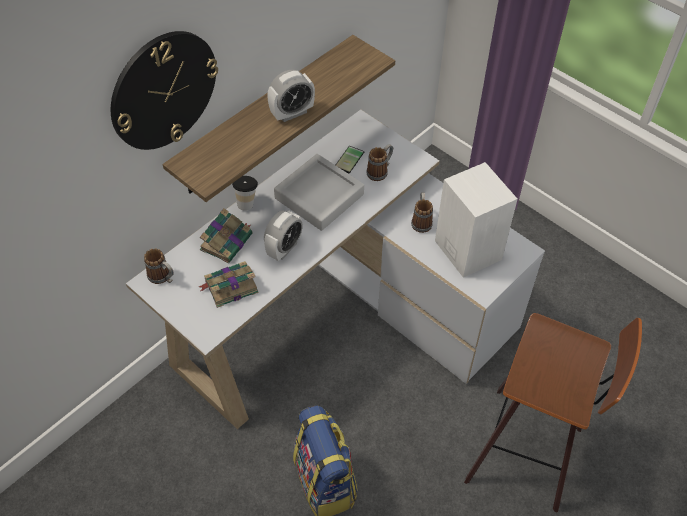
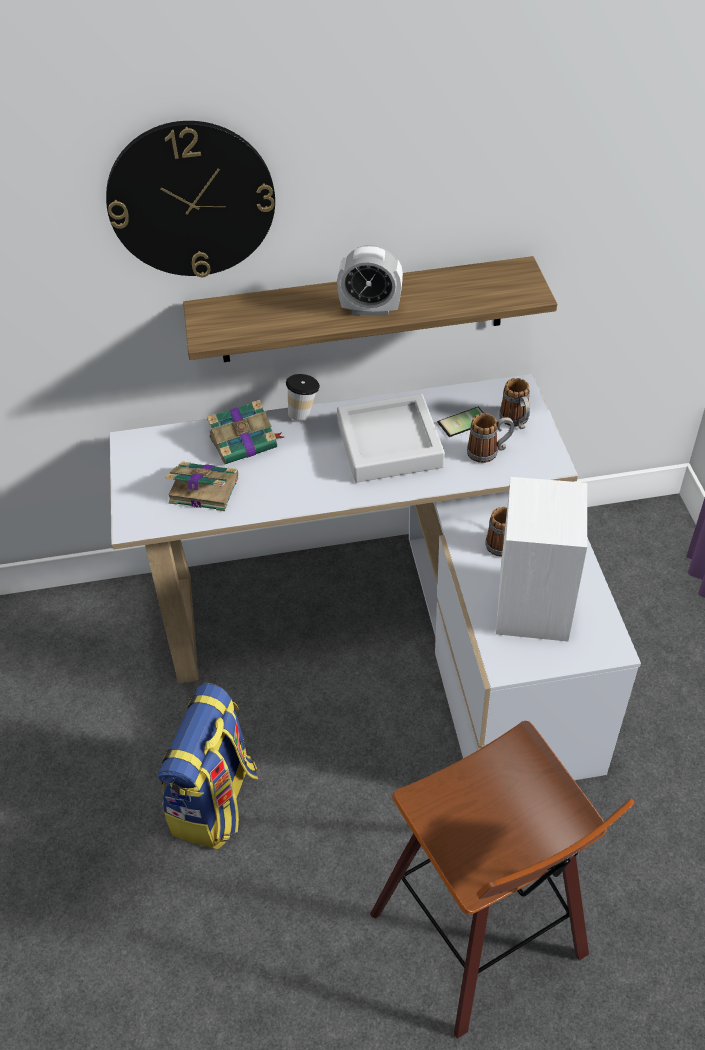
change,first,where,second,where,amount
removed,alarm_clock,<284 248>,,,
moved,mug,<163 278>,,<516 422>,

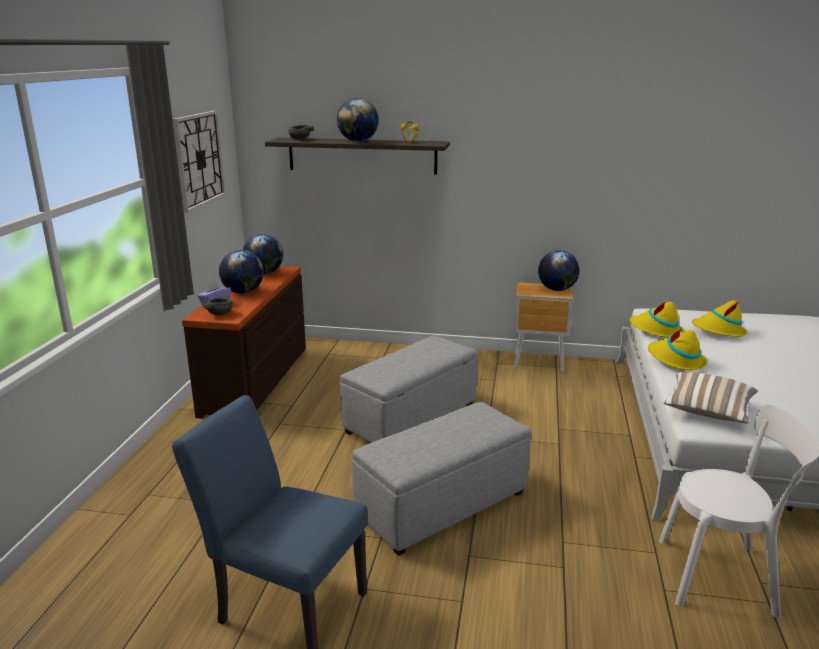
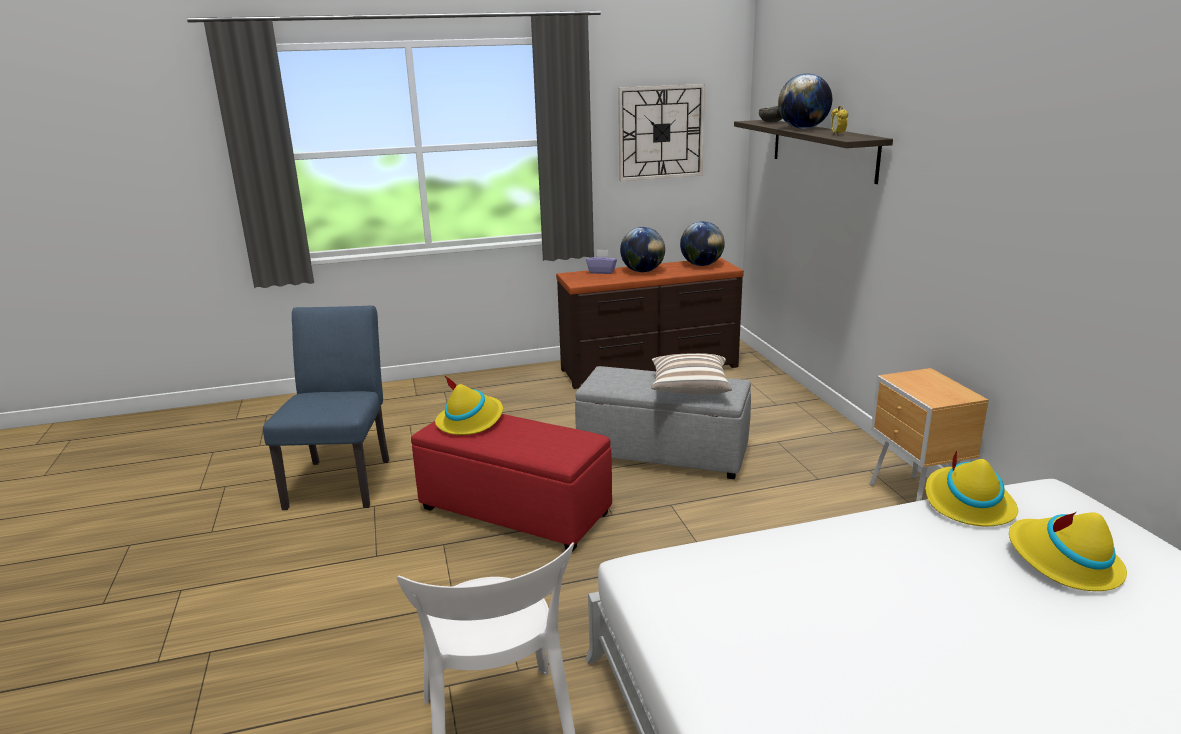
change,first,where,second,where,amount
removed,globe,<557 289>,,,
removed,grey_bowl,<219 314>,,,
moved,yellow_hat,<675 360>,,<470 421>,
moved,pillow,<708 411>,,<689 388>,
recoloured,grey_ottoman,<443 505>,red_ottoman,<516 511>,

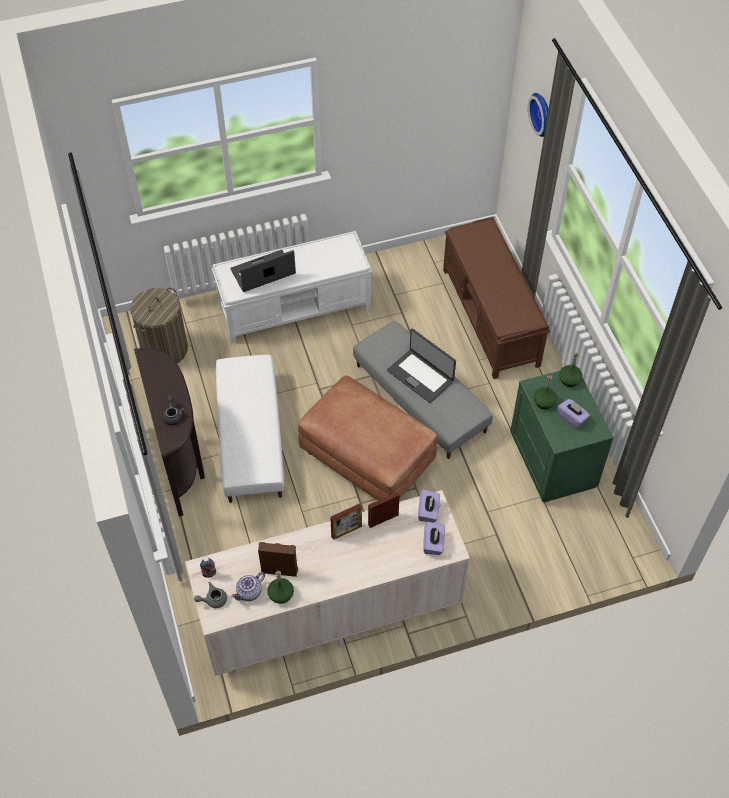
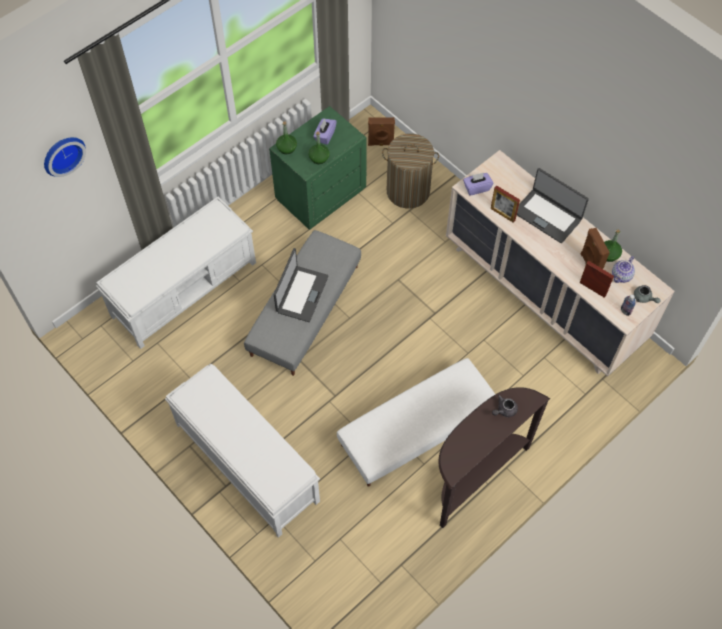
change,first,where,second,where,amount
recoloured,brown_bench,<491 318>,white_bench,<185 288>,
moved,laptop,<263 272>,,<547 215>,
moved,laundry_basket,<164 349>,,<408 191>,
removed,brown_ottoman,<366 463>,,,
moved,picture_frame,<346 531>,,<592 288>,
removed,purple_tissue_box,<433 543>,,,
turned,teapot,<249 593>,,<621 276>,105 degrees clockwise
added,,,brown_speaker,<381 144>,

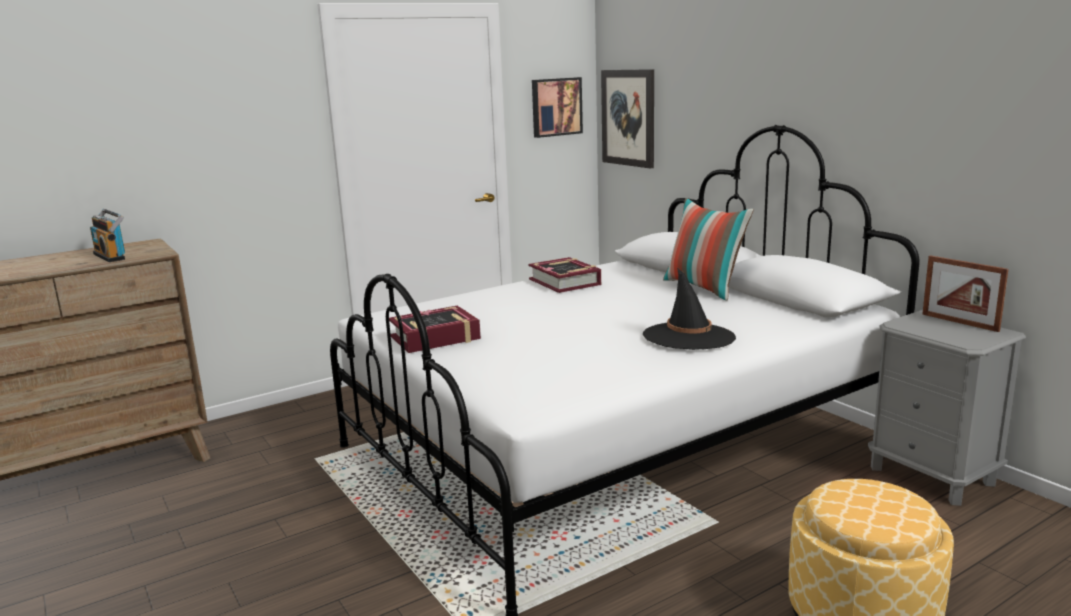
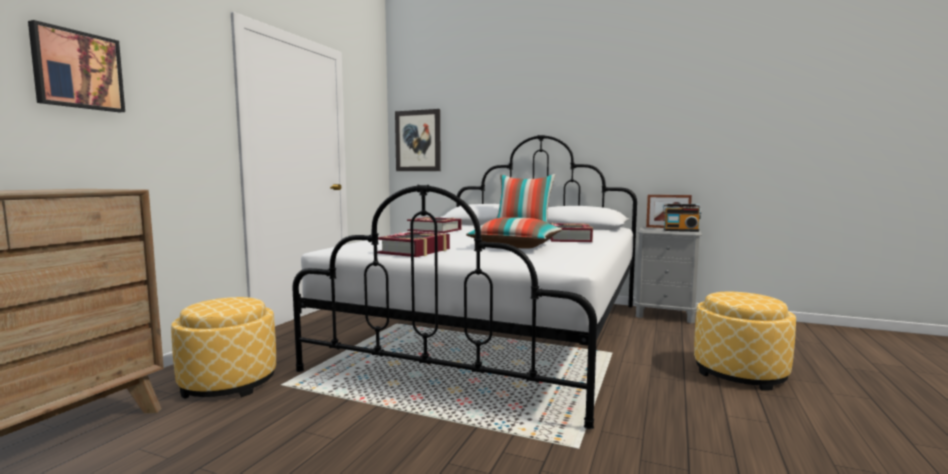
change,first,where,second,where,amount
moved,picture,<555 107>,,<77 70>,
moved,radio,<112 256>,,<680 230>,
replaced,black_hat,<688 337>,book,<570 239>,
added,,,pillow,<515 246>,
added,,,ottoman,<229 382>,

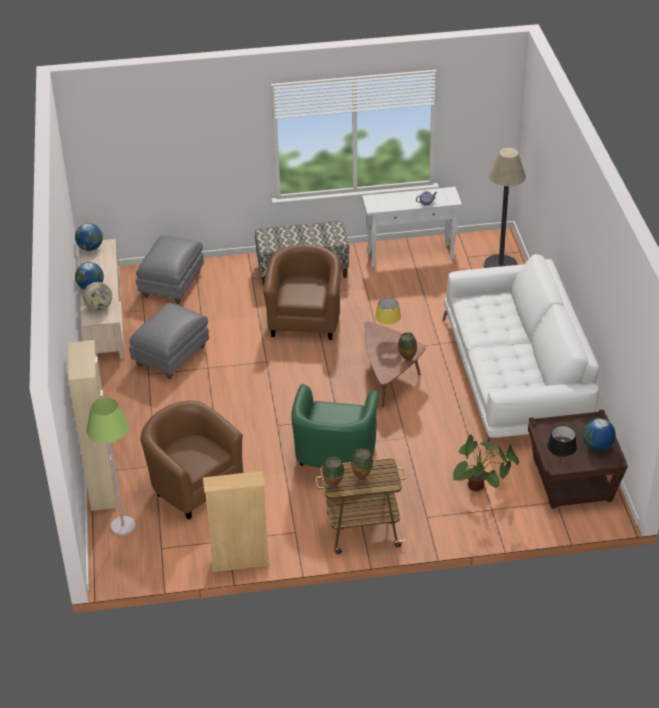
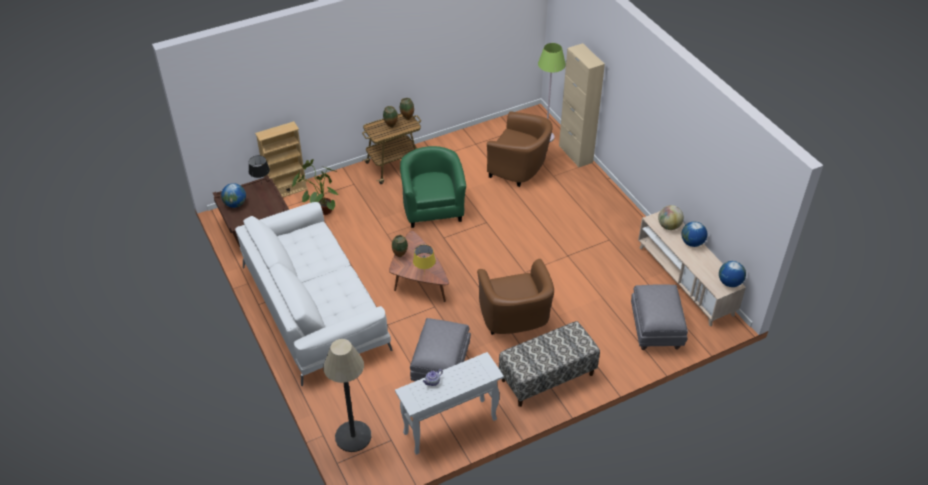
change,first,where,second,where,amount
moved,grey_ottoman,<171 356>,,<441 367>,
moved,beige_bookcase,<240 562>,,<287 191>,

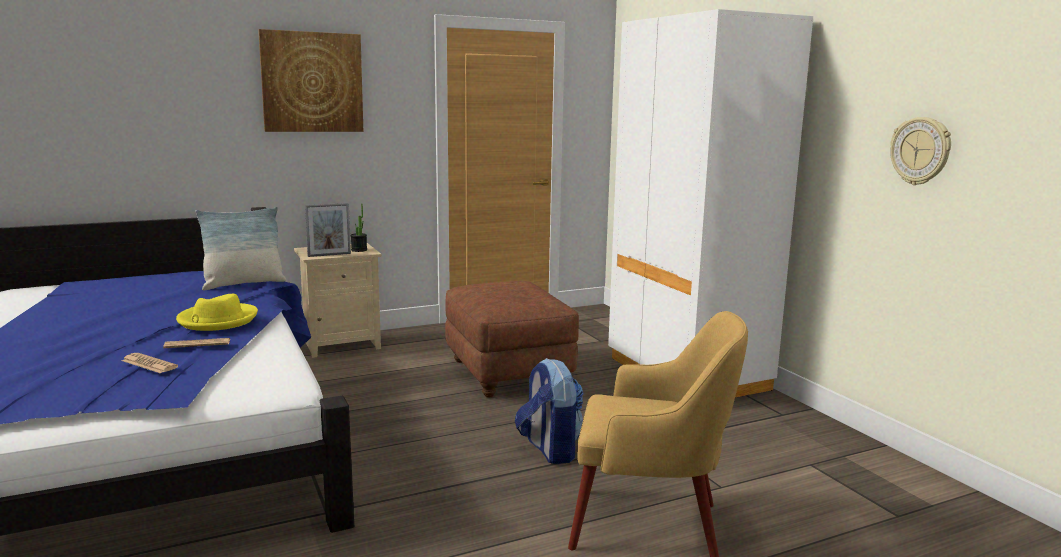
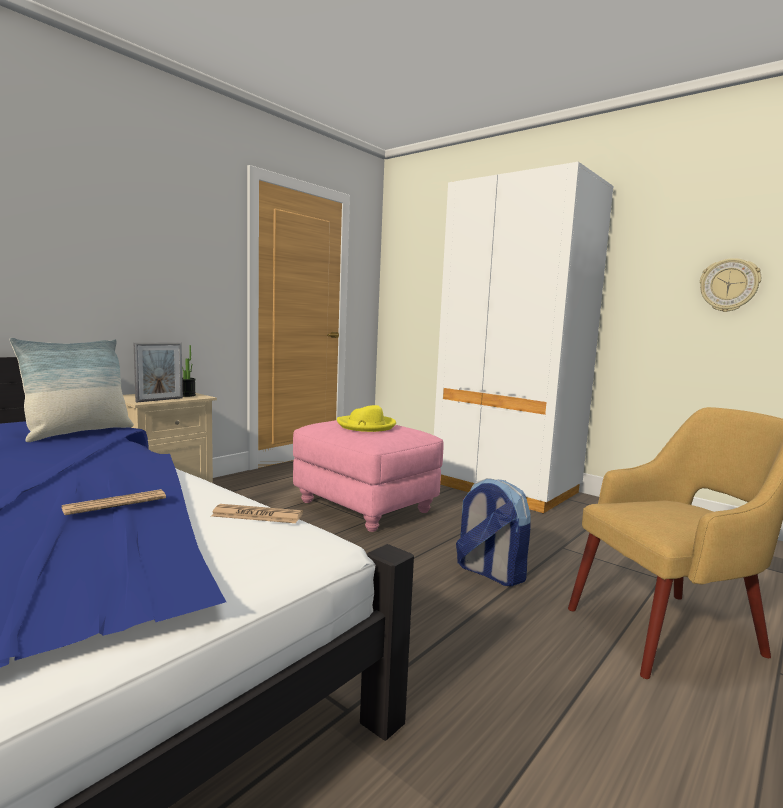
change,first,where,second,where,amount
removed,picture,<312 82>,,,
recoloured,brown_ottoman,<508 373>,pink_ottoman,<364 506>,
moved,yellow_hat,<217 320>,,<366 426>,
moved,newspaper,<149 364>,,<257 515>,

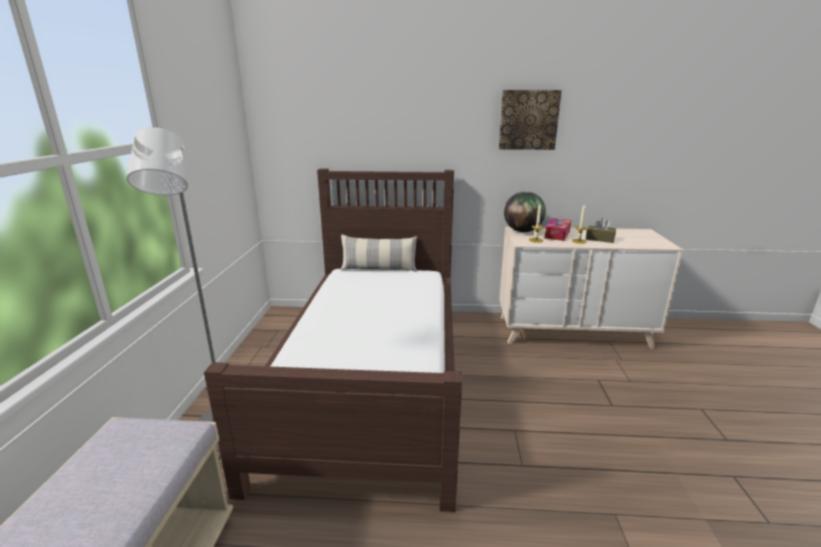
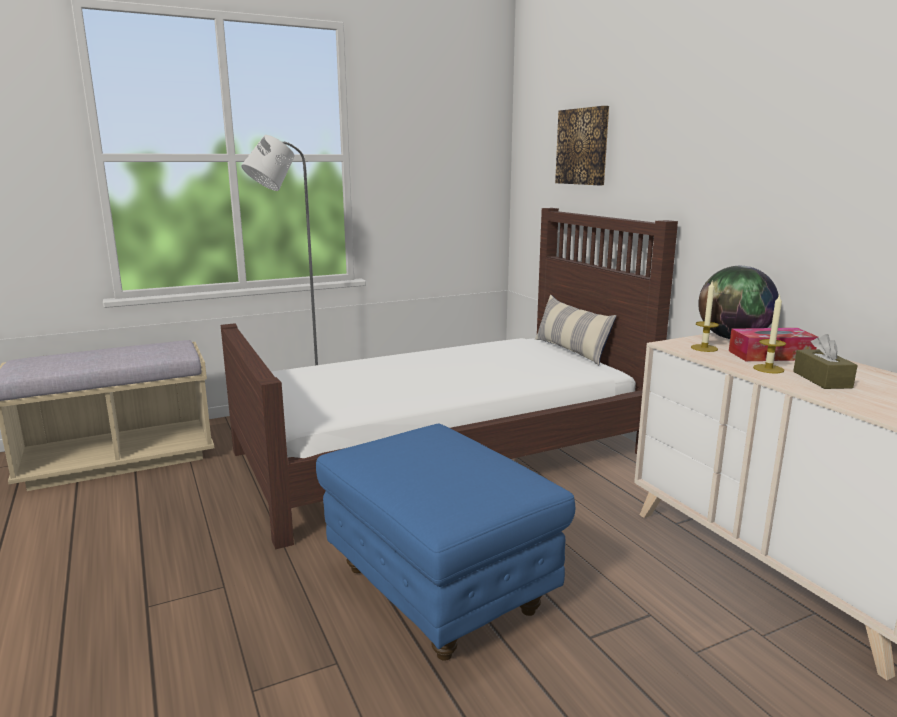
change,first,where,second,where,amount
moved,picture,<528 120>,,<583 146>,
added,,,blue_ottoman,<440 590>,

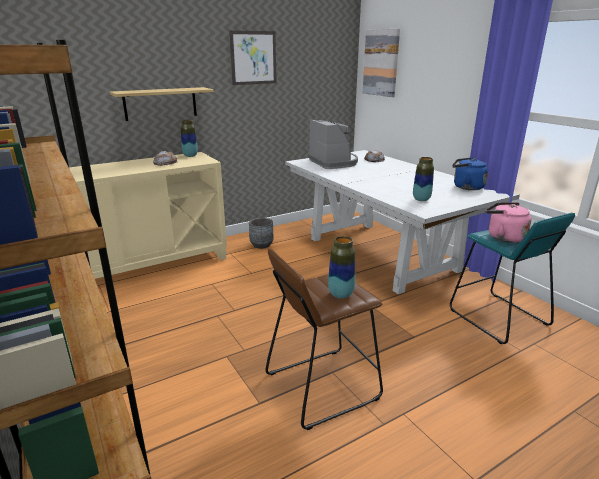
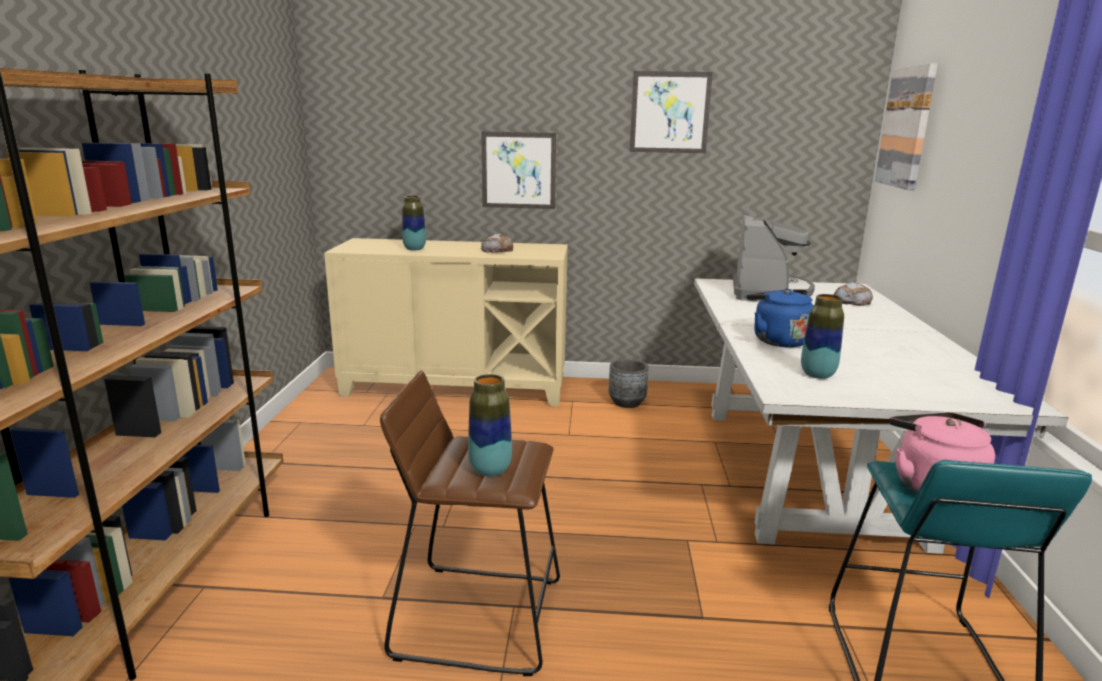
change,first,where,second,where,amount
replaced,shelf,<160 103>,picture,<518 170>,
moved,vase,<190 156>,,<414 249>,
moved,blue_kettle,<466 187>,,<777 340>,

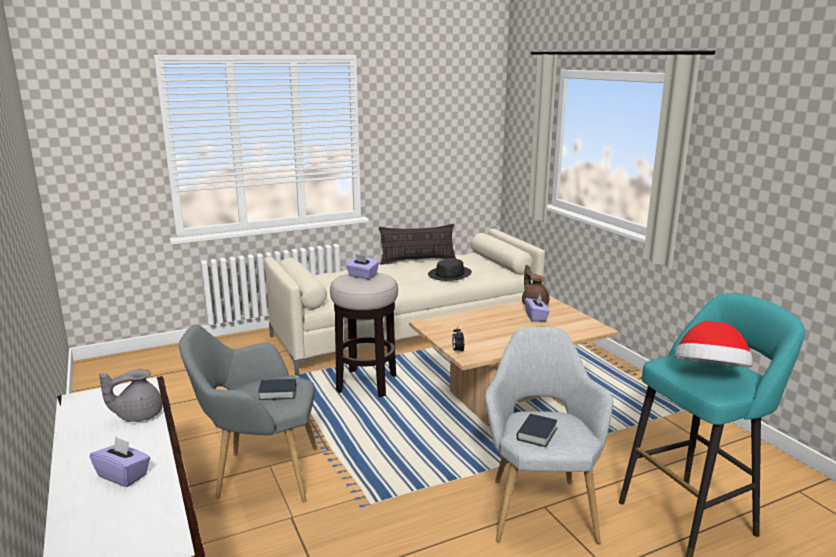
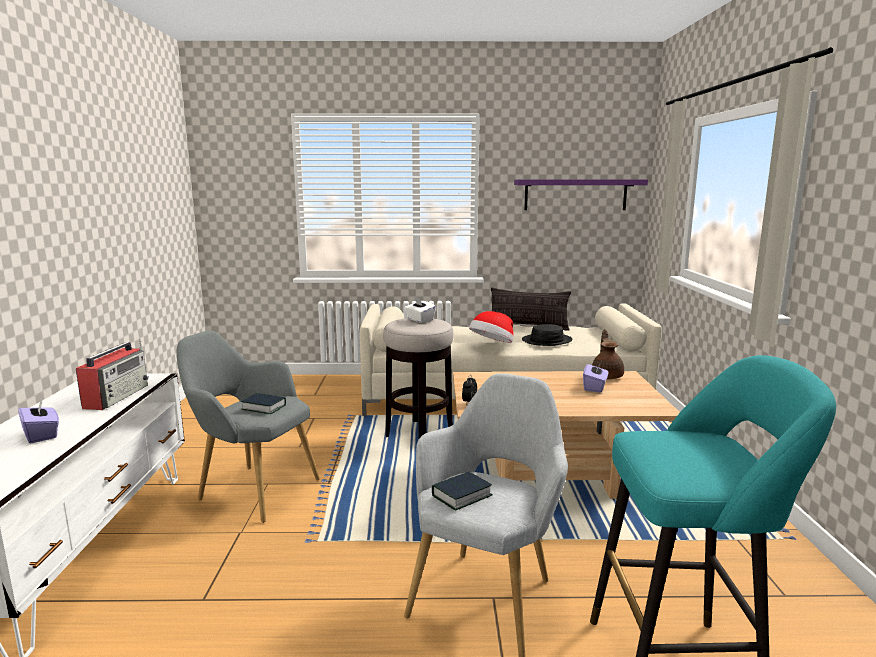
change,first,where,second,where,amount
recoloured,purple_tissue_box,<362 276>,white_tissue_box,<419 320>,
moved,hat,<709 375>,,<492 345>,
replaced,grey_teapot,<138 415>,radio,<117 396>,
added,,,purple_shelf,<575 194>,

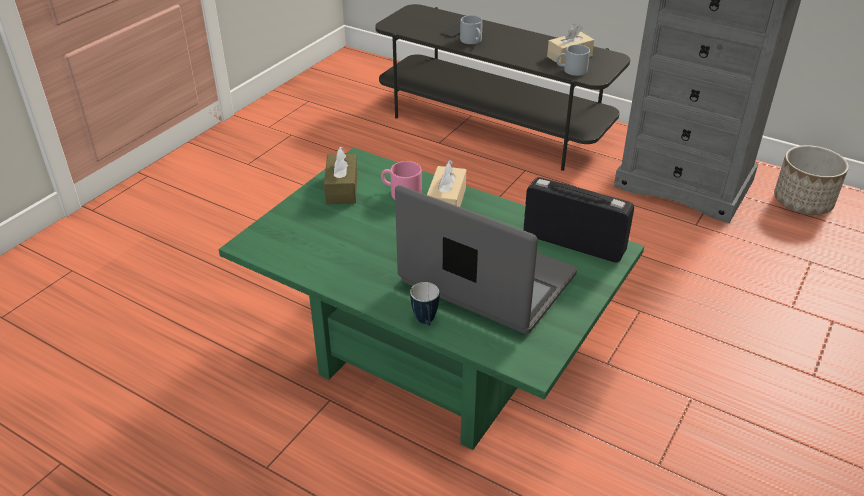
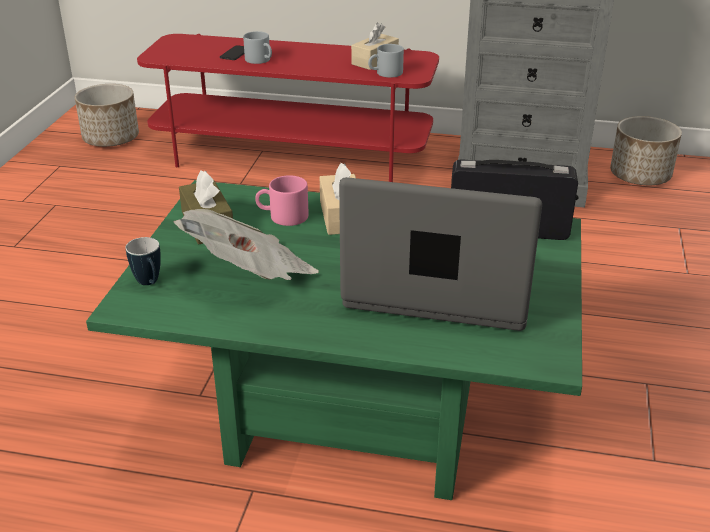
change,first,where,second,where,amount
recoloured,grey_tv_stand,<494 125>,red_tv_stand,<293 156>,
moved,mug,<426 322>,,<150 283>,
added,,,planter,<111 138>,
added,,,newspaper,<251 275>,

